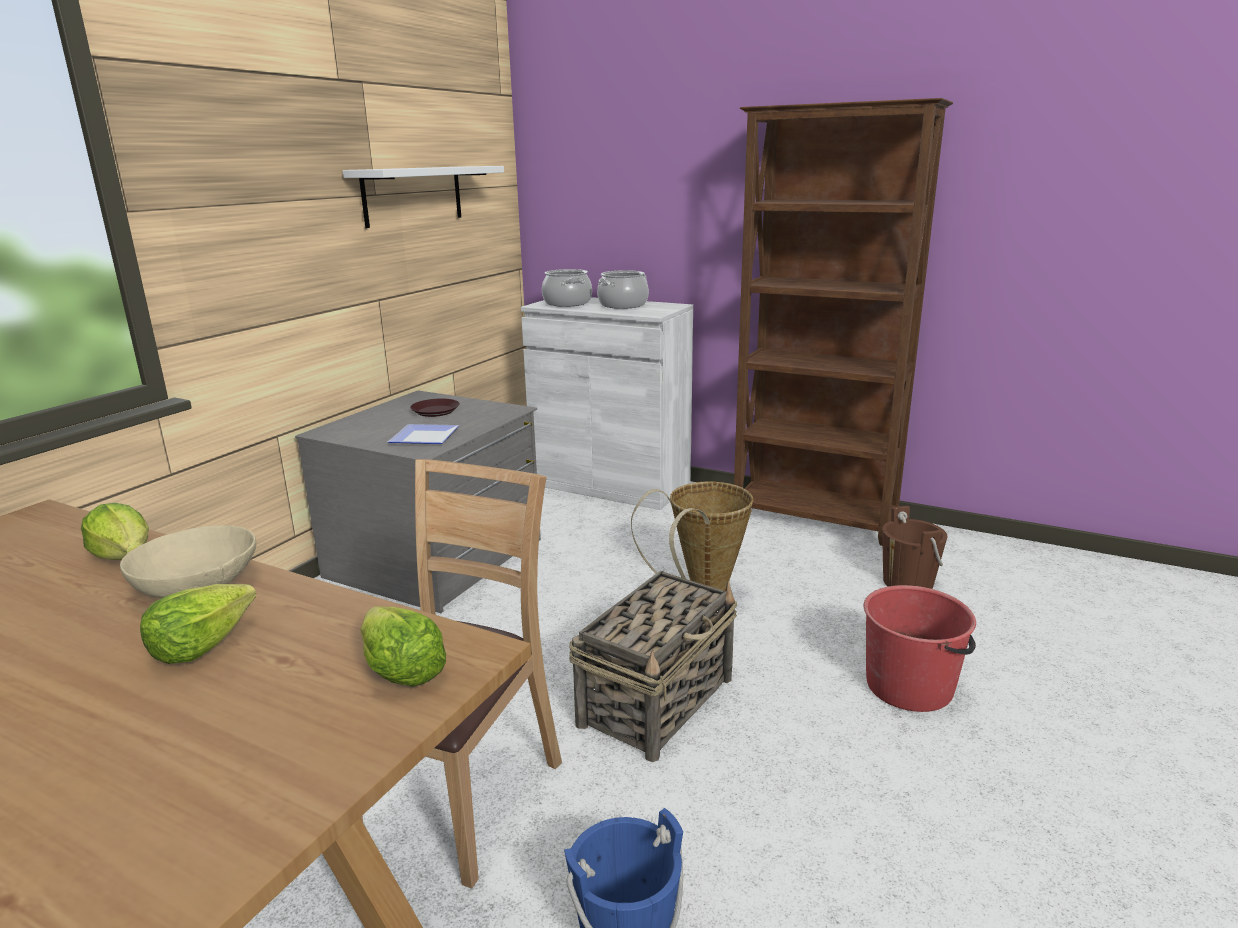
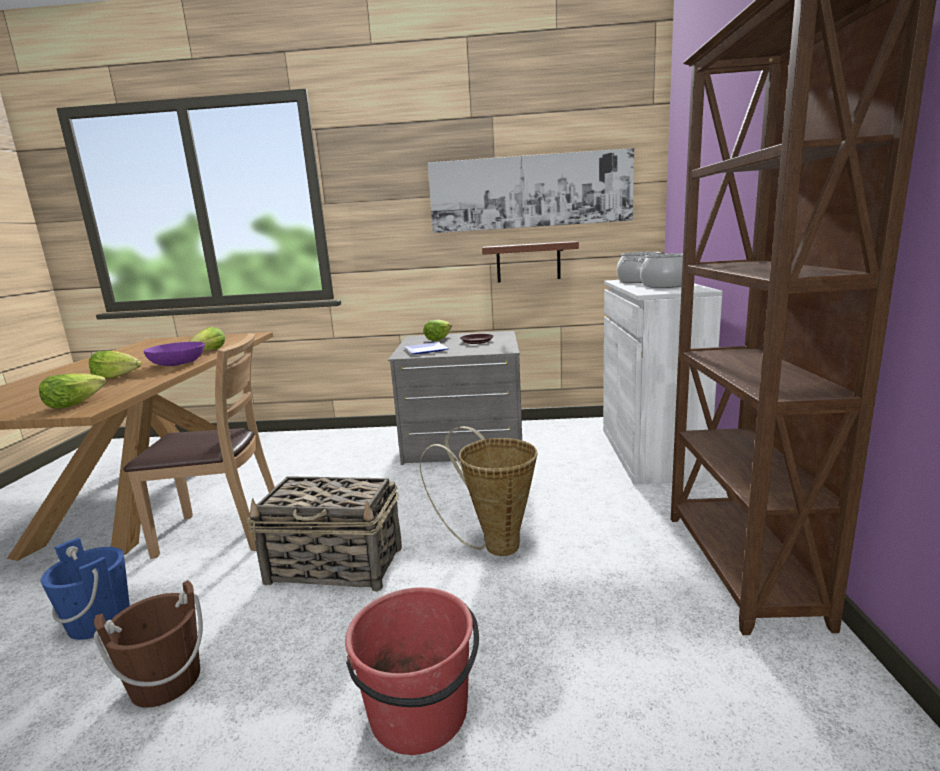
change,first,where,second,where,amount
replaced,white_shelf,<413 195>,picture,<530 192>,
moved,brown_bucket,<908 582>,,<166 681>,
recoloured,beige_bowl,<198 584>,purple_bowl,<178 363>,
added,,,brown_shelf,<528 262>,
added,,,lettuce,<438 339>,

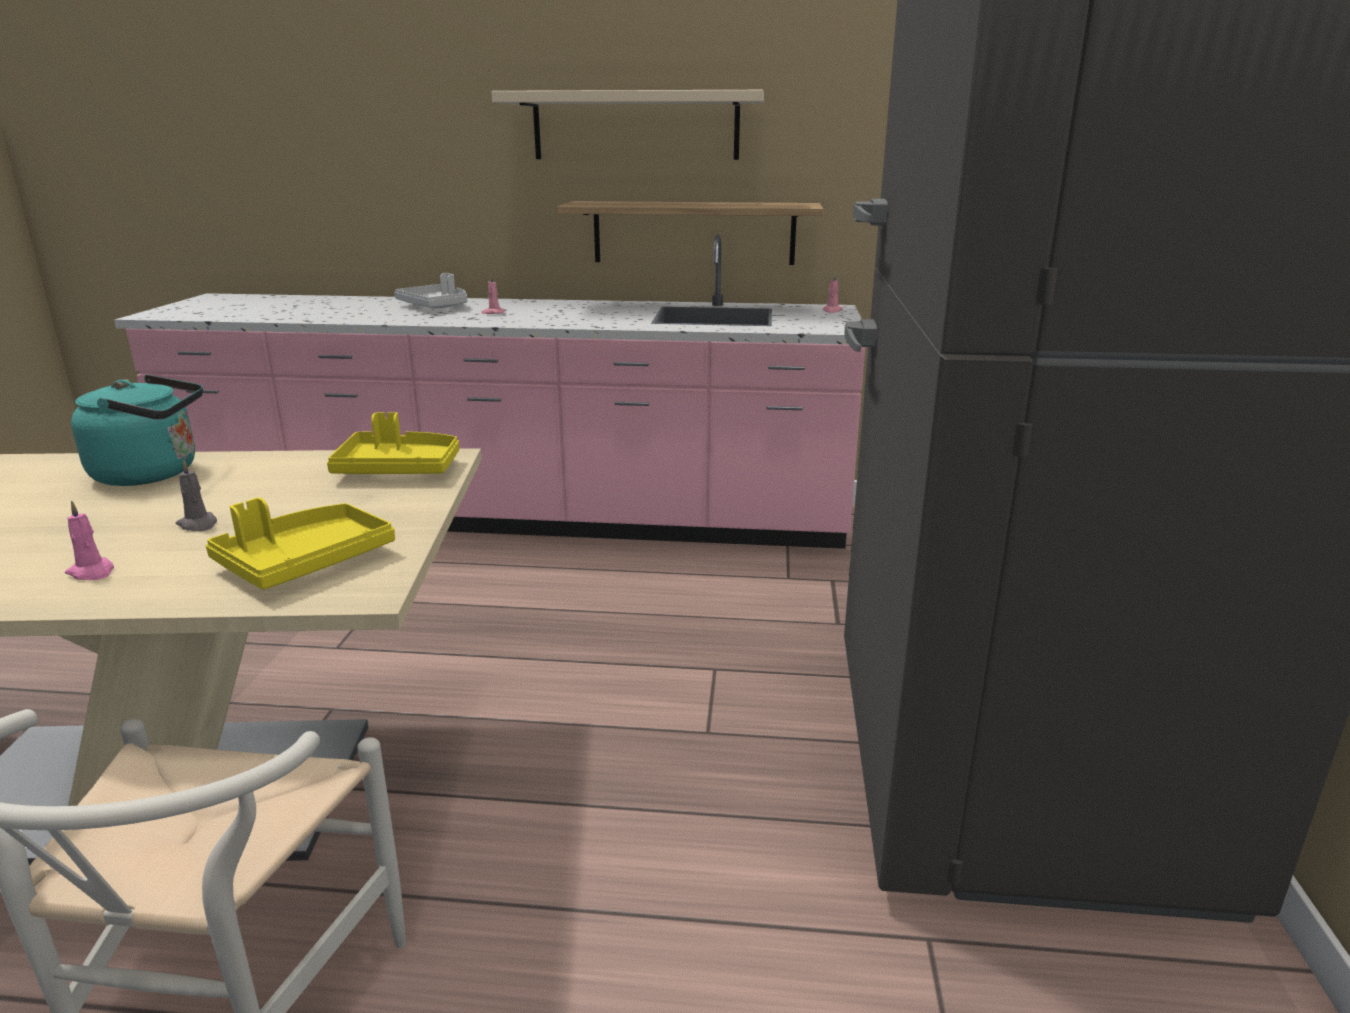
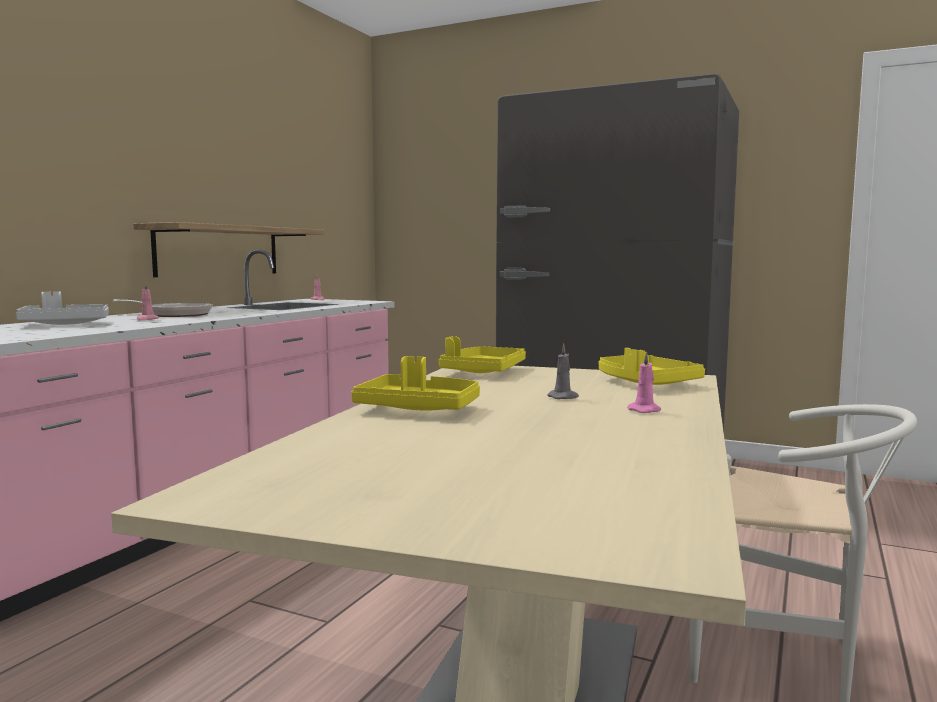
change,first,where,second,where,amount
removed,beige_shelf,<636 126>,,,
replaced,turquoise_kettle,<153 473>,yellow_tray,<418 408>,
added,,,frying_pan,<173 314>,

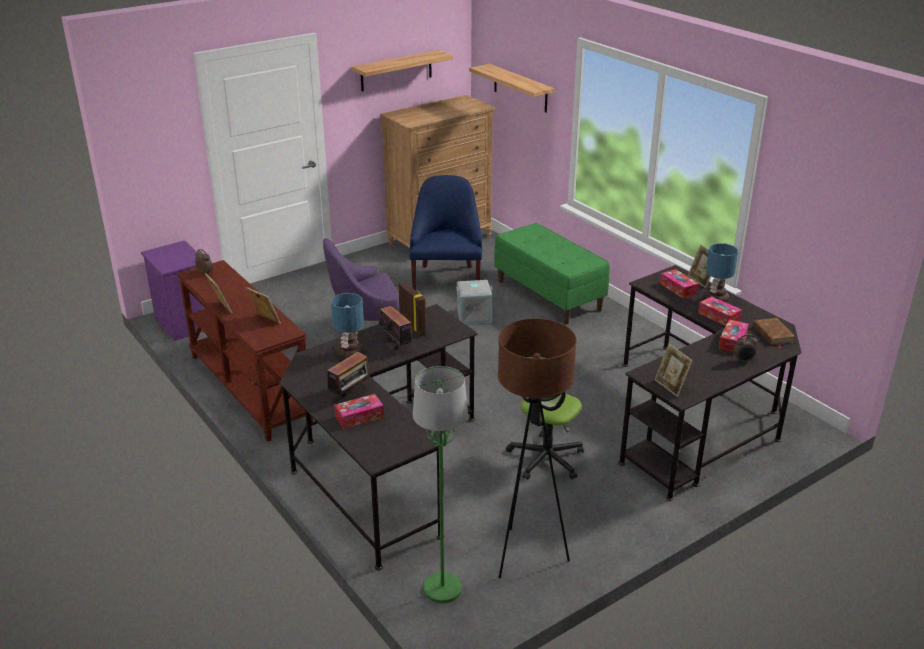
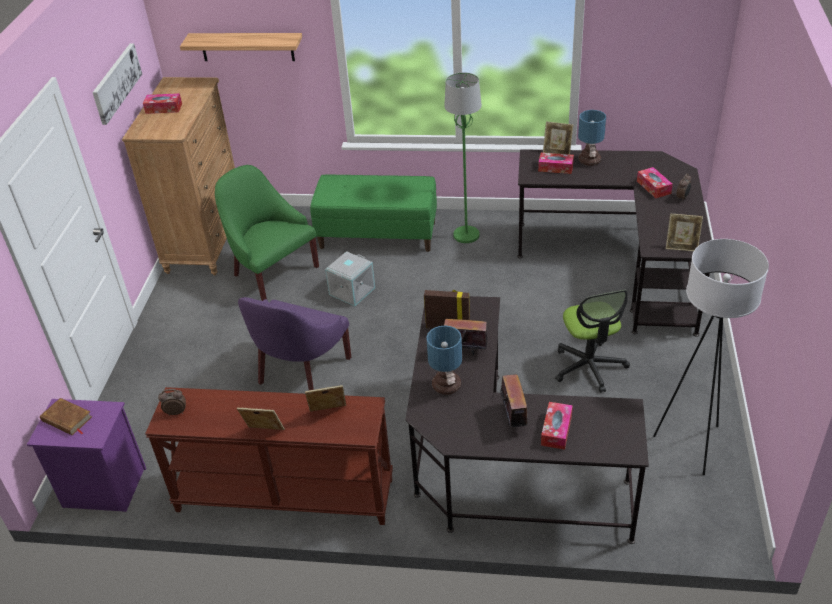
change,first,where,second,where,amount
replaced,shelf,<396 71>,picture,<116 82>,
recoloured,blue_armchair,<446 277>,green_armchair,<272 272>,
moved,tissue_box,<719 317>,,<163 108>,
moved,brown_book,<773 334>,,<67 419>,
recoloured,brown_floor_lamp,<527 555>,white_floor_lamp,<692 445>,
moved,green_floor_lamp,<443 588>,,<466 235>,

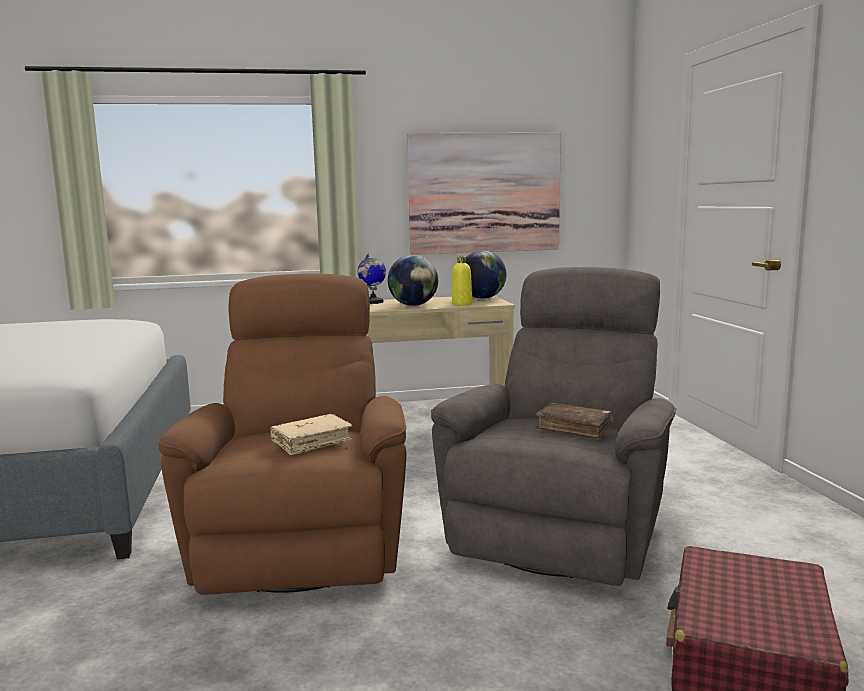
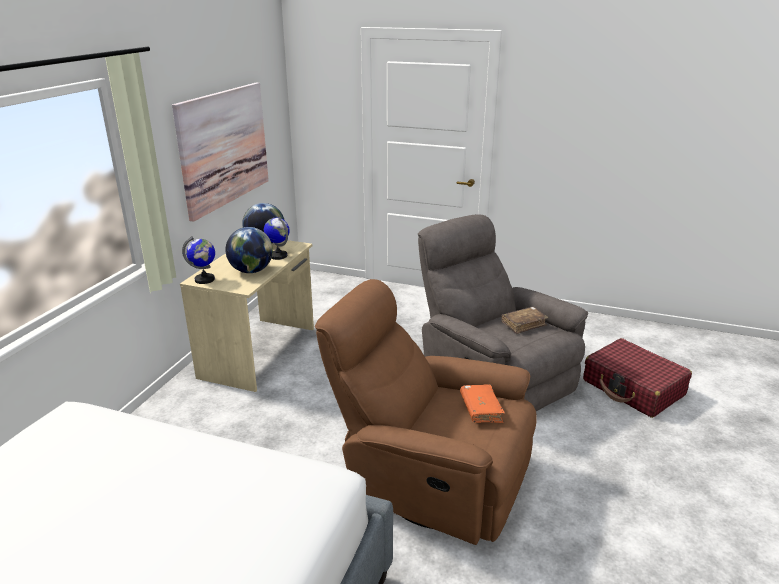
change,first,where,second,where,amount
replaced,yellow_bottle,<462 304>,globe,<278 256>,
recoloured,beige_book,<312 442>,orange_book,<481 409>,

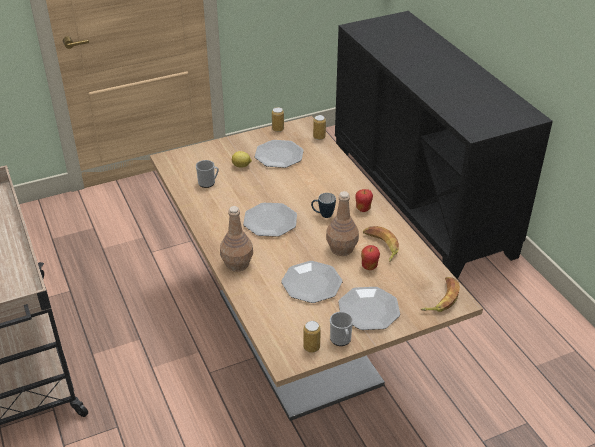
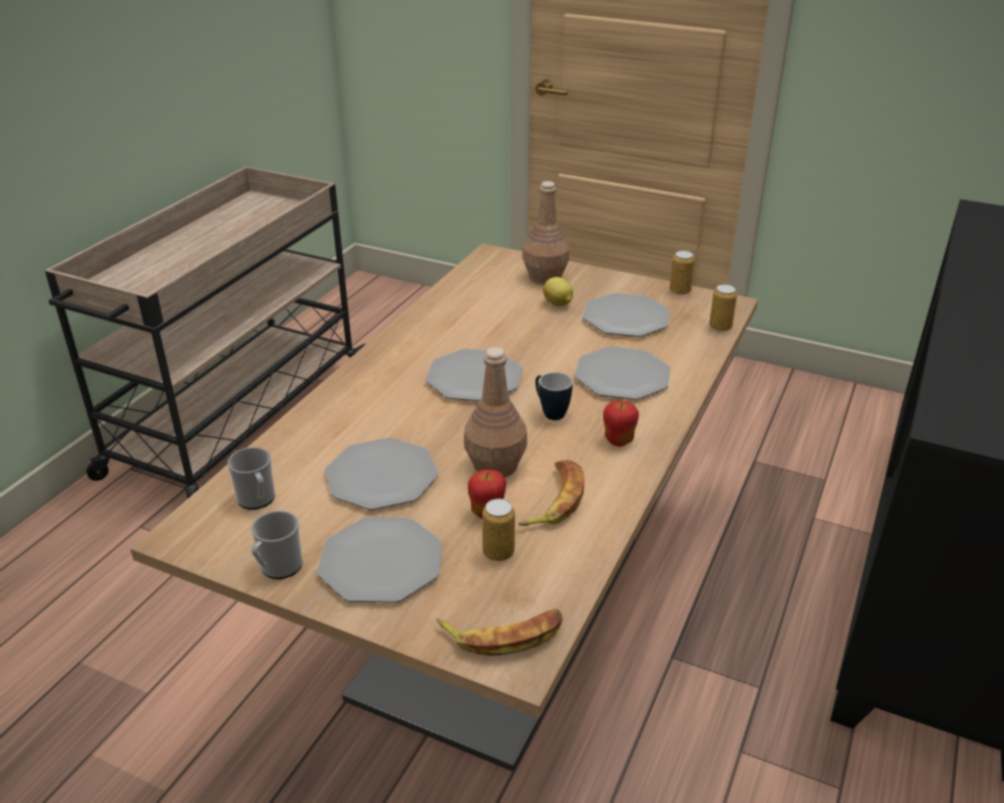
change,first,where,second,where,amount
moved,mug,<208 183>,,<257 500>,
moved,brown_bottle,<237 264>,,<545 277>,
moved,can,<311 347>,,<498 552>,
added,,,plate,<622 376>,

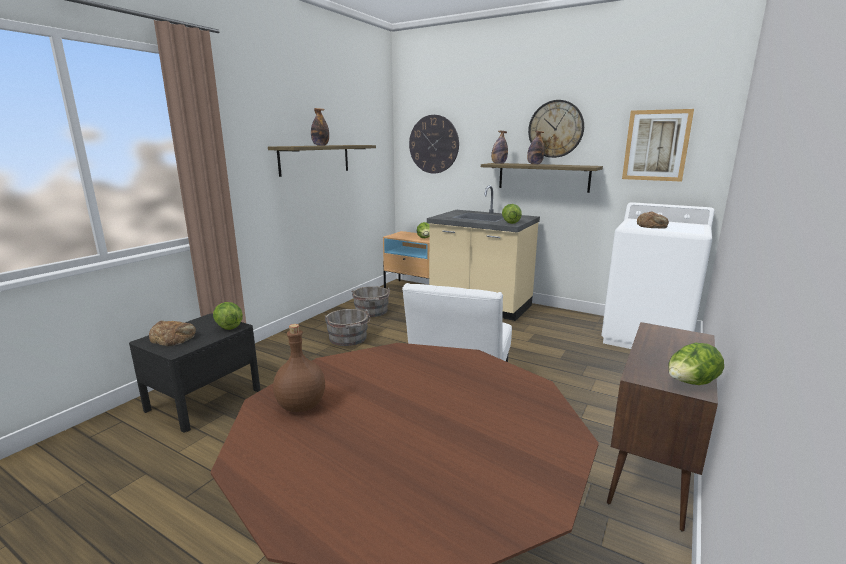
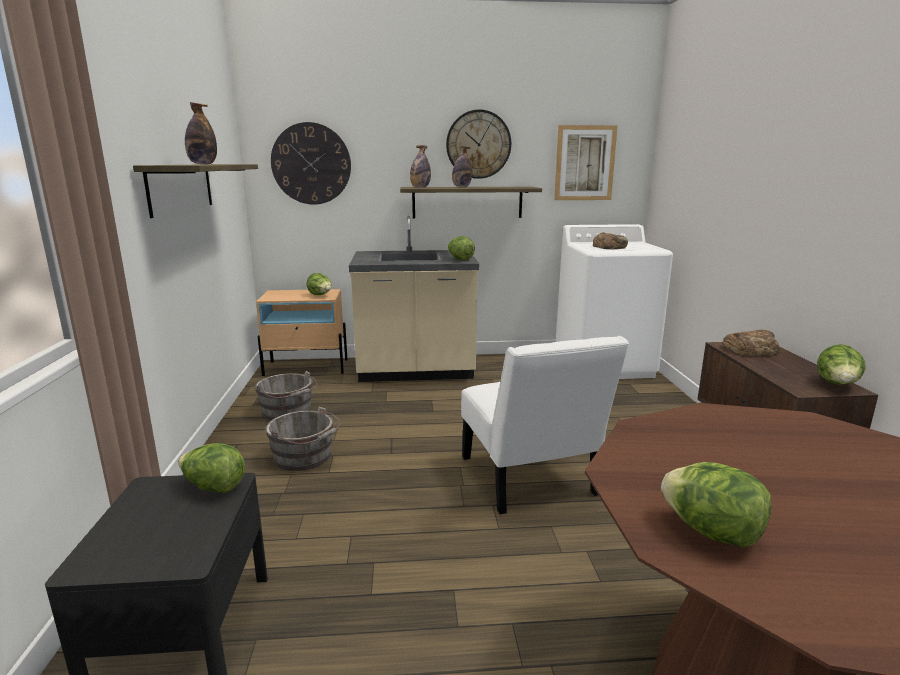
change,first,where,second,where,amount
moved,bread,<173 337>,,<750 350>,
replaced,brown_bottle,<301 406>,lettuce,<711 532>,

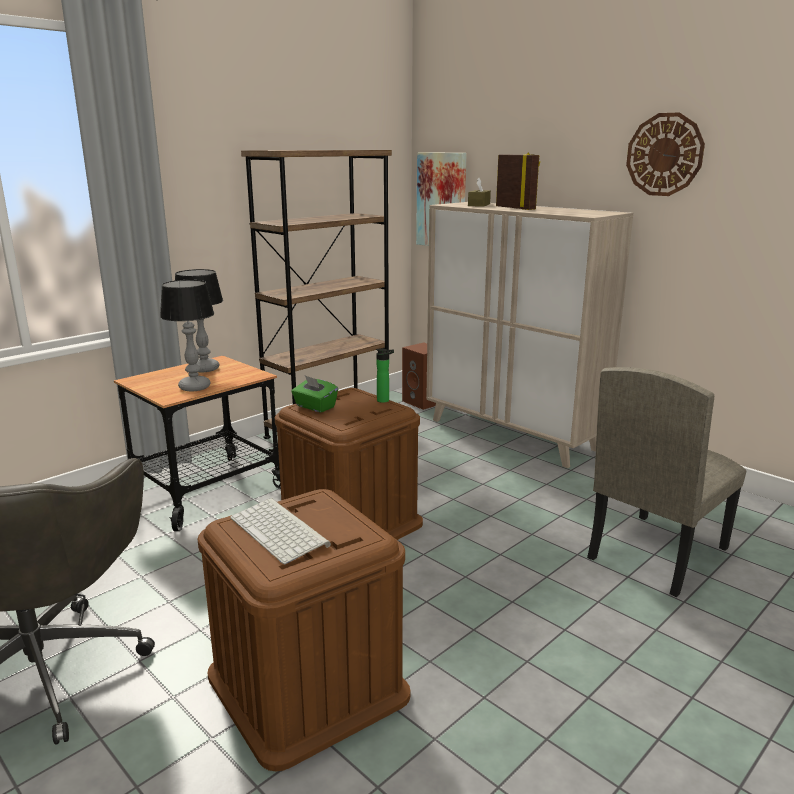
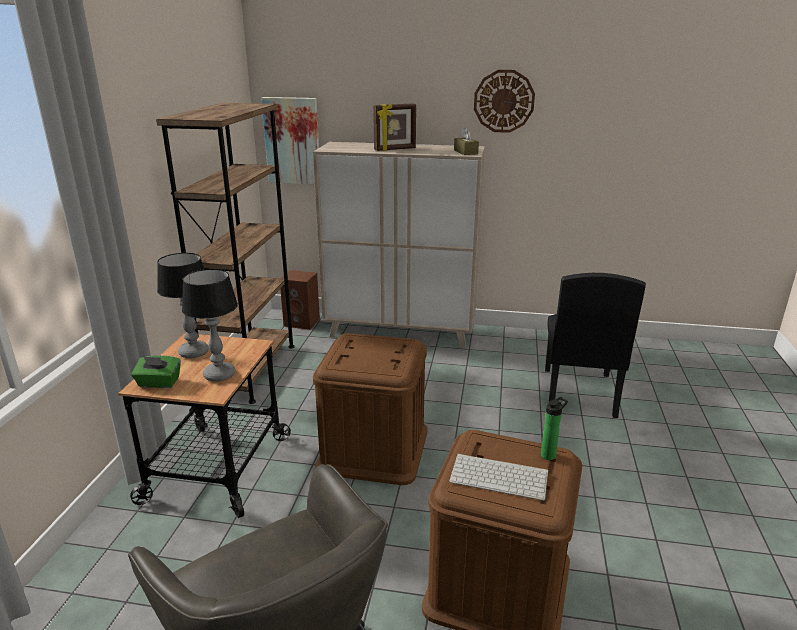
change,first,where,second,where,amount
turned,picture_frame,<516 208>,,<395 149>,135 degrees clockwise
moved,brown_tissue_box,<479 205>,,<465 152>,
moved,bottle,<385 400>,,<550 454>,
recoloured,beige_chair,<656 553>,black_chair,<578 392>,
moved,green_tissue_box,<315 407>,,<158 383>,

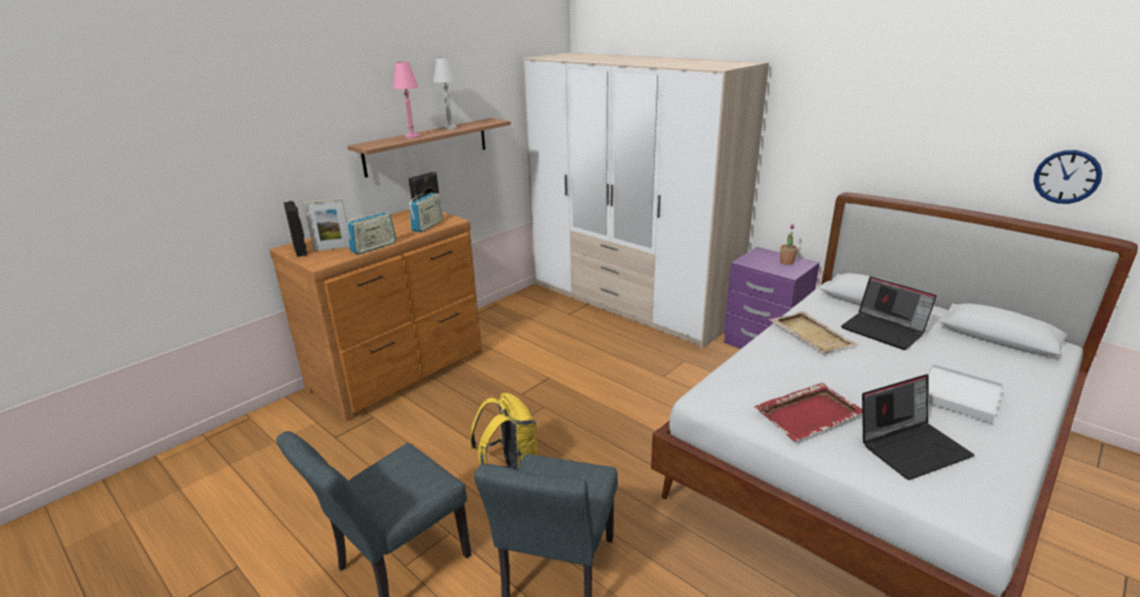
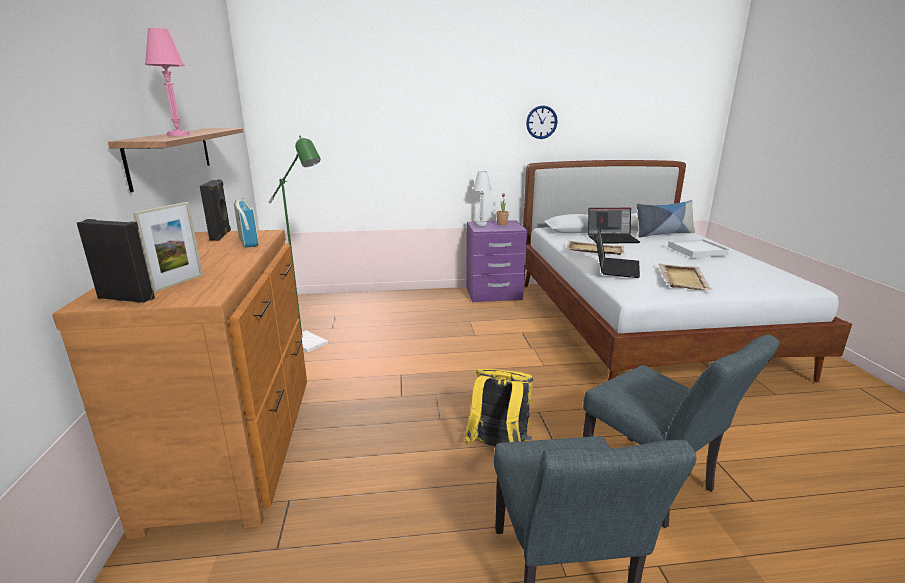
change,first,where,second,where,amount
removed,wardrobe,<630 302>,,,
moved,white_table_lamp,<450 128>,,<481 224>,
moved,wall_clock,<1067 177>,,<541 122>,
removed,radio,<374 247>,,,
moved,laptop,<911 446>,,<615 268>,
recoloured,red_tray,<809 413>,beige_tray,<682 278>,
added,,,green_floor_lamp,<311 344>,
added,,,pillow,<663 234>,

